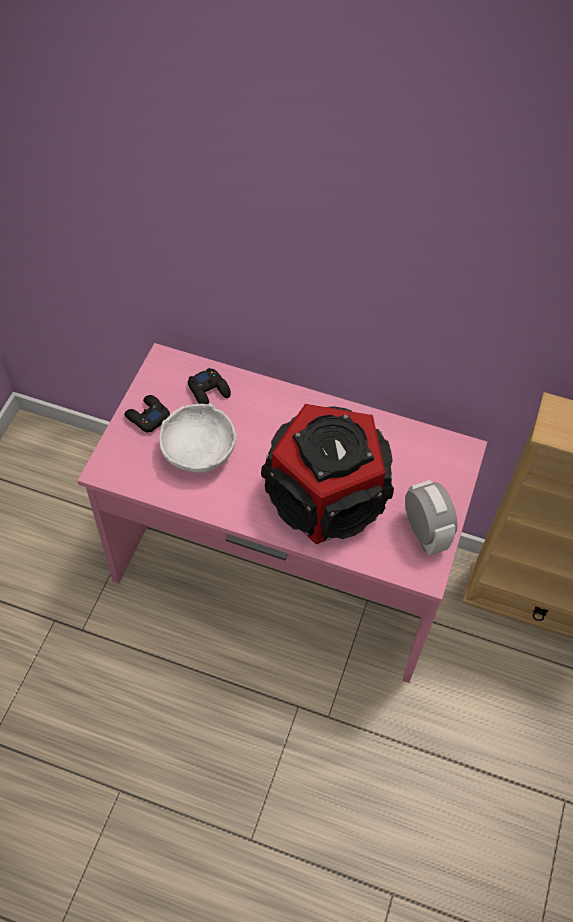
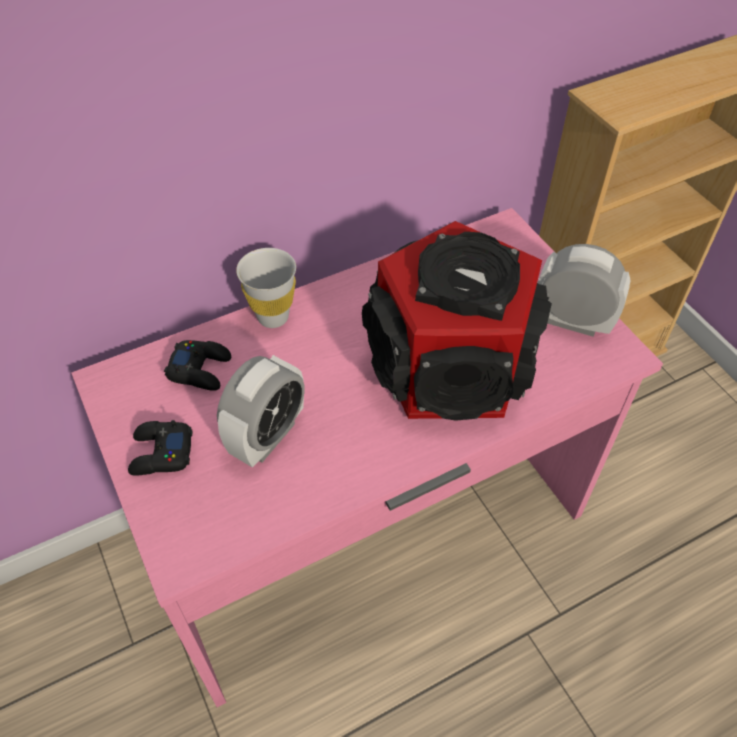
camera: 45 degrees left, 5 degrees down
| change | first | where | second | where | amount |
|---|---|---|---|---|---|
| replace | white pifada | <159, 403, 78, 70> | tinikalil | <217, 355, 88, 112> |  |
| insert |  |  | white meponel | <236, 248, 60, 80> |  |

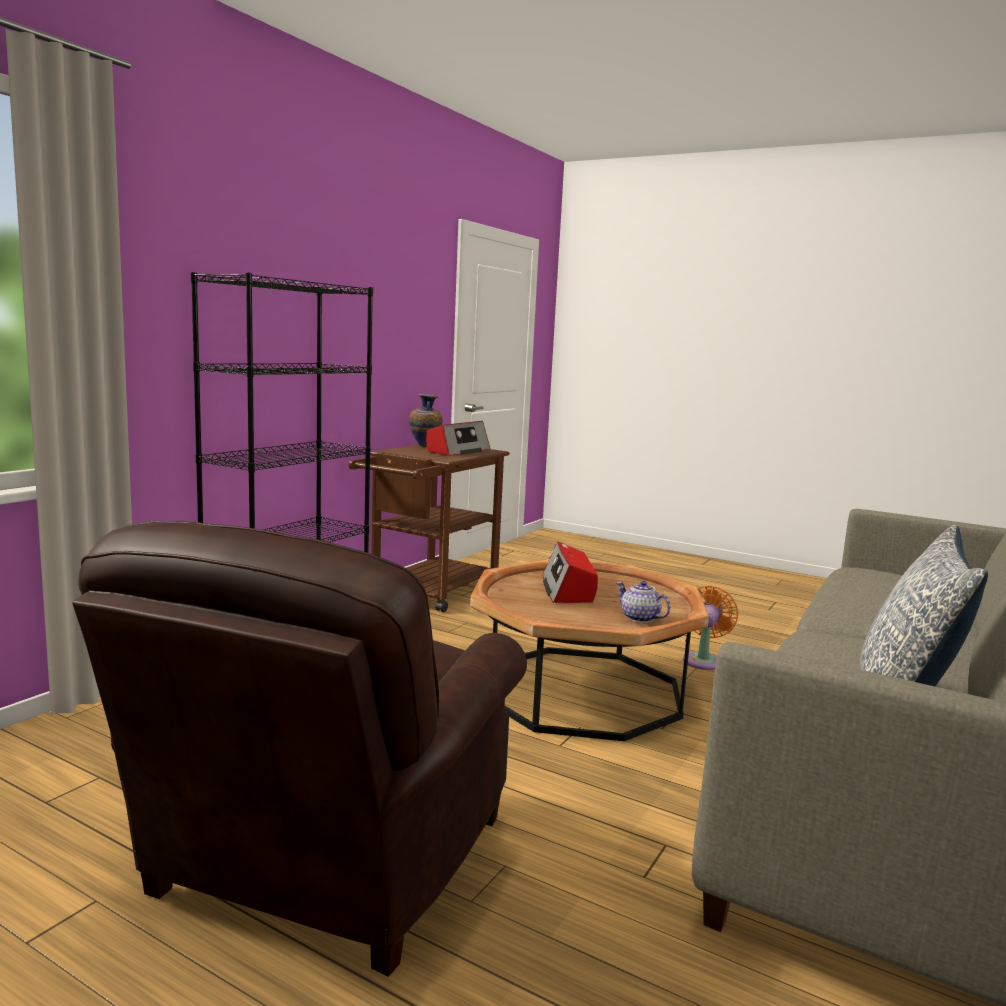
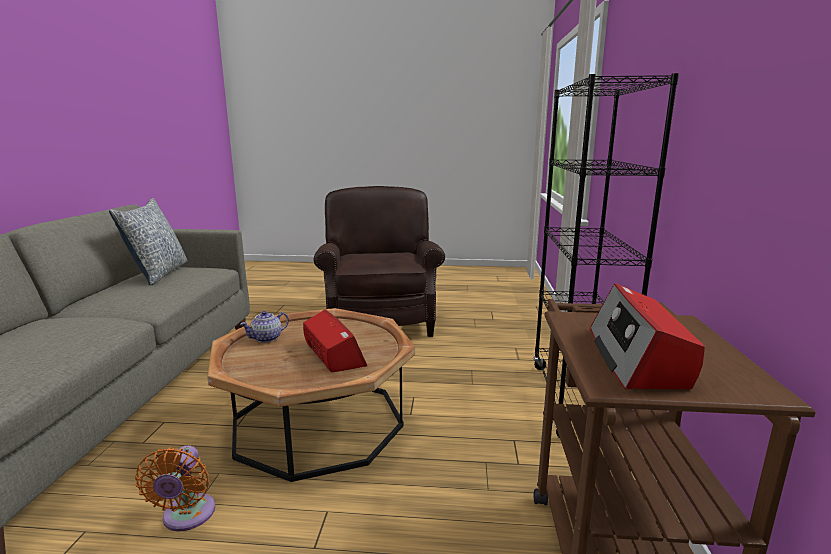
camera: 155 degrees right, 5 degrees up
| change | first | where | second | where | amount |
|---|---|---|---|---|---|
| delete | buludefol | <409, 394, 34, 52> |  |  |  |
| rotate | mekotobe | <616, 581, 55, 42> |  | <240, 311, 49, 32> | 120 degrees clockwise |

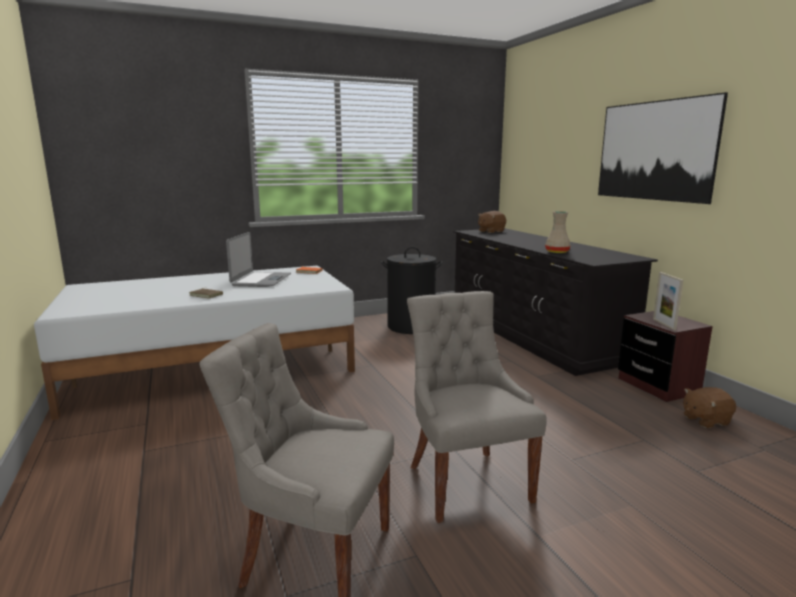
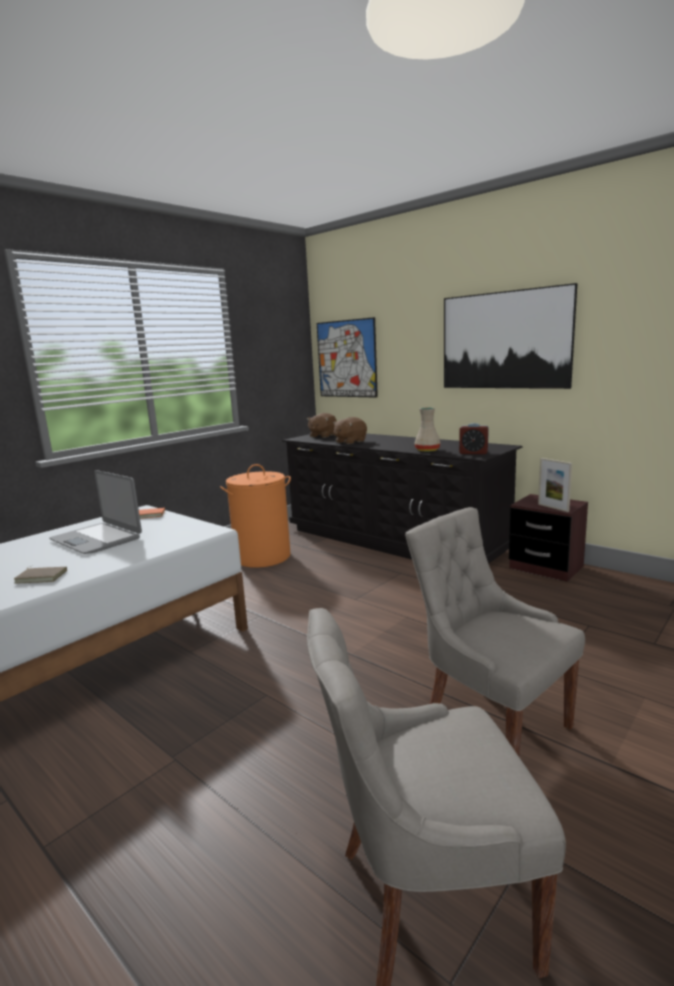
camera: 25 degrees left, 0 degrees up
| change | first | where | second | where | amount |
|---|---|---|---|---|---|
| rotate | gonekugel | <226, 232, 65, 55> |  | <49, 470, 93, 84> | 150 degrees clockwise |
| recolor | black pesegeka | <381, 247, 61, 87> | orange pesegeka | <220, 464, 71, 104> |  |
| move | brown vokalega | <683, 387, 53, 41> |  | <333, 417, 34, 27> |  |
| insert |  |  | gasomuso | <317, 317, 61, 81> |  |
| insert |  |  | tinikalil | <459, 423, 30, 31> |  |

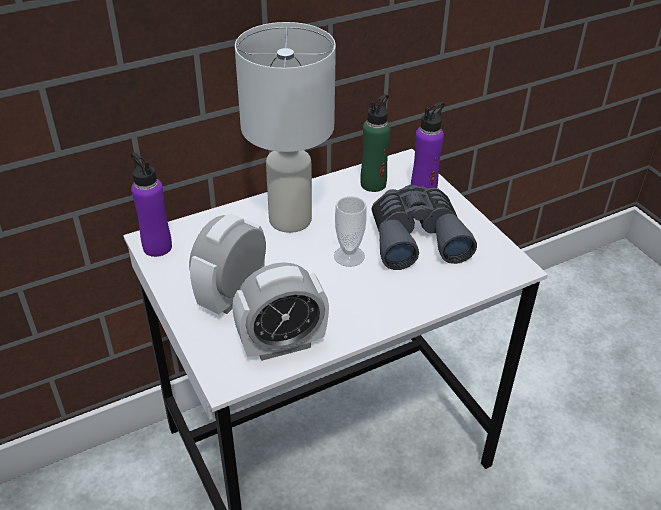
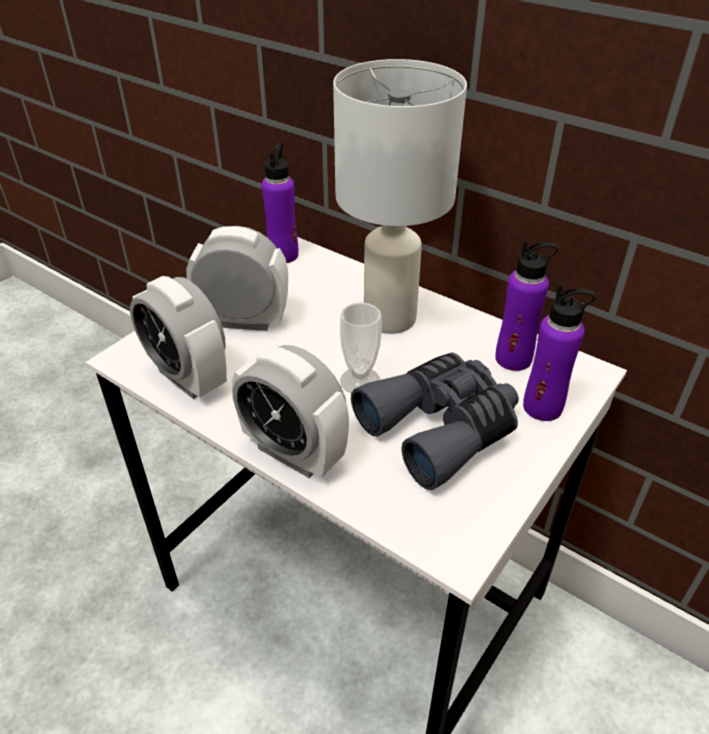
camera: 65 degrees right, 0 degrees up
| change | first | where | second | where | amount |
|---|---|---|---|---|---|
| recolor | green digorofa | <360, 94, 31, 98> | purple digorofa | <495, 240, 63, 131> |  |
| insert |  |  | tinikalil | <232, 345, 117, 133> |  |

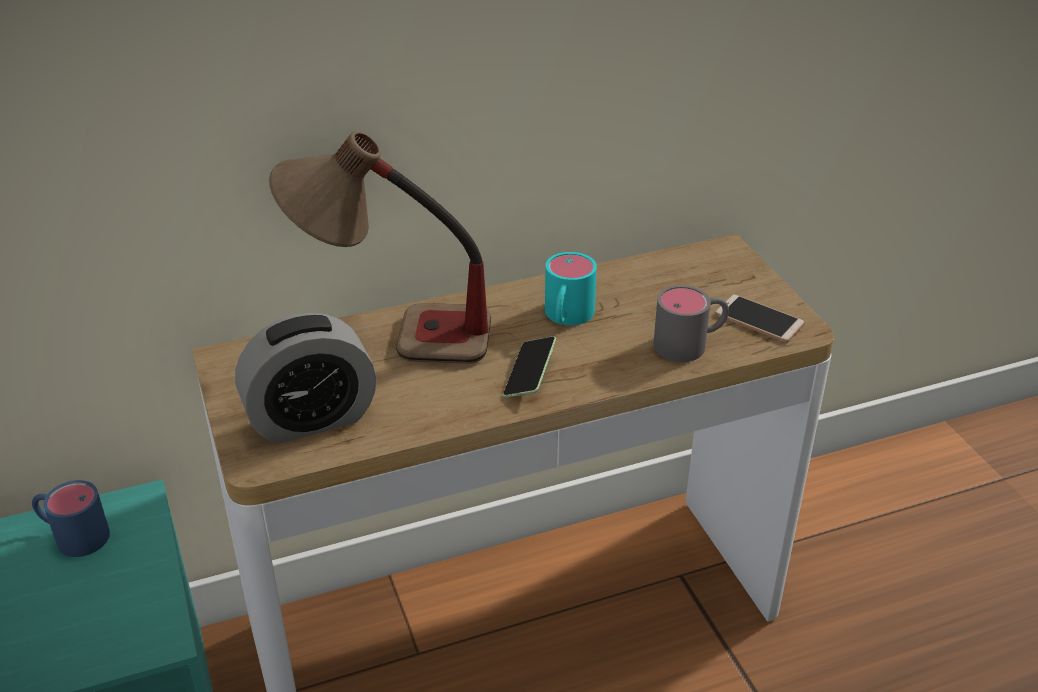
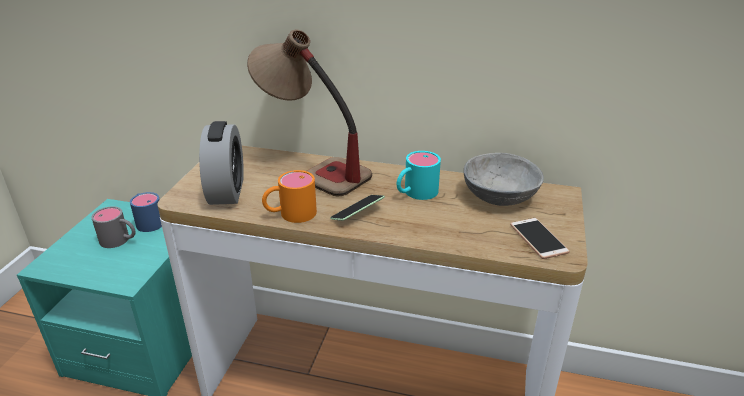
camera: 35 degrees right, 5 degrees down
| change | first | where | second | where | amount |
|---|---|---|---|---|---|
| rotate | tinikalil | <235, 313, 141, 131> |  | <199, 121, 45, 84> | 105 degrees counterclockwise |
| move | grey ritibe | <653, 285, 76, 77> |  | <91, 206, 45, 42> |  |
| insert |  |  | orange ritibe | <262, 170, 55, 53> |  |
| insert |  |  | grey pifada | <464, 153, 80, 53> |  |

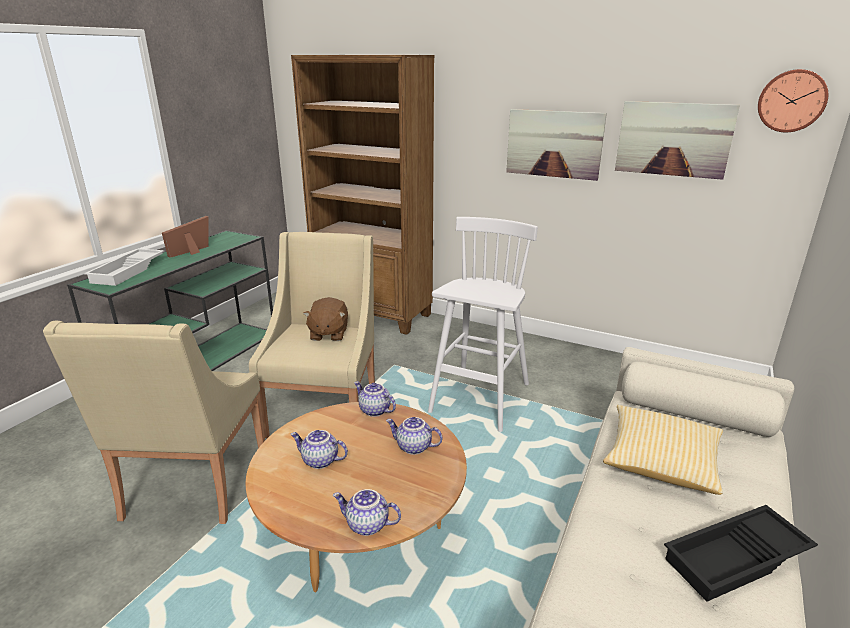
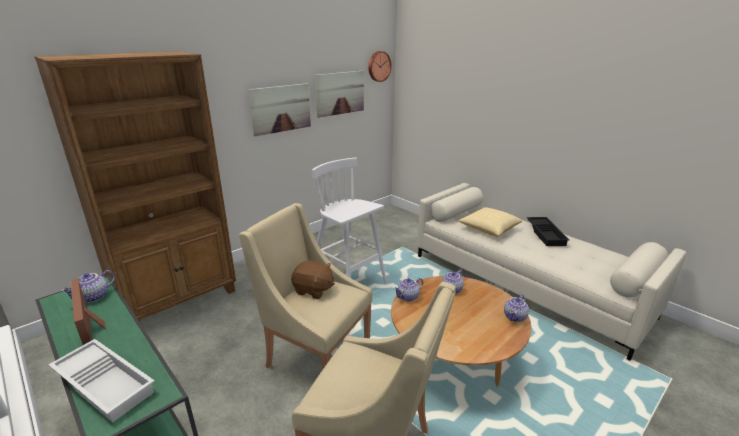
camera: 70 degrees left, 0 degrees up
| change | first | where | second | where | amount |
|---|---|---|---|---|---|
| move | mekotobe | <291, 430, 57, 39> |  | <61, 270, 54, 32> |  |

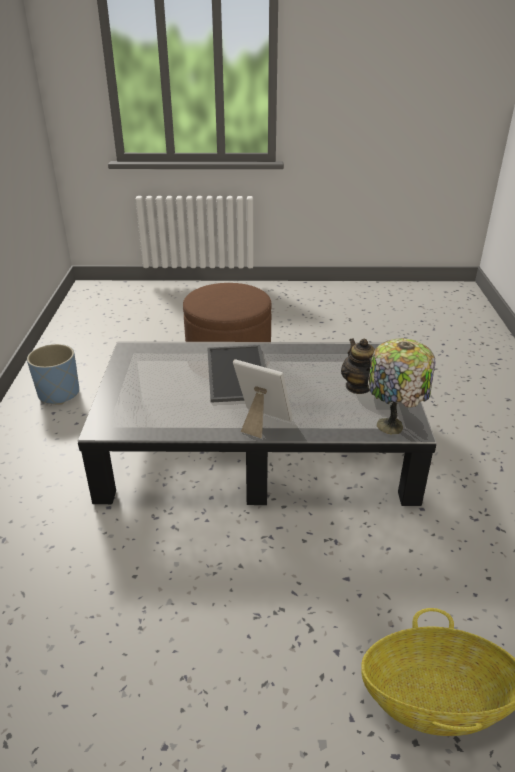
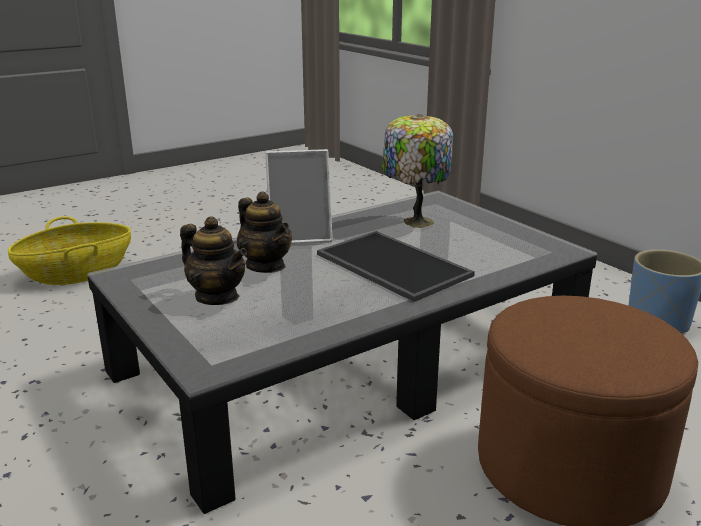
camera: 145 degrees right, 10 degrees down
| change | first | where | second | where | amount |
|---|---|---|---|---|---|
| move | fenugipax | <368, 338, 67, 96> |  | <382, 114, 71, 114> |  |
| insert |  |  | mekotobe | <237, 192, 55, 81> |  |

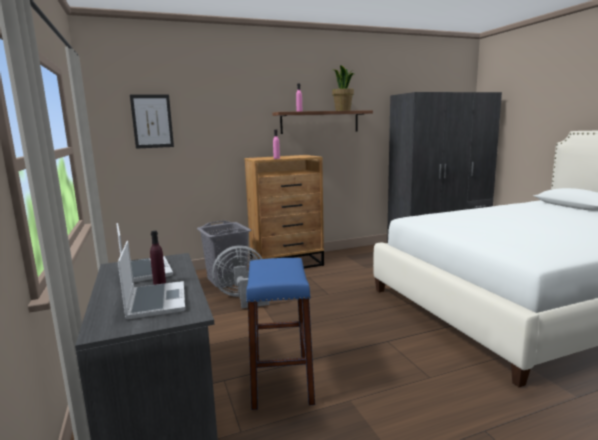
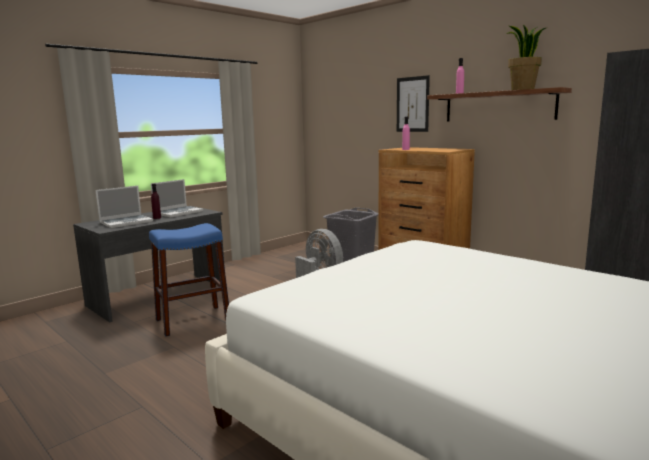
camera: 65 degrees right, 0 degrees up
| change | first | where | second | where | amount |
|---|---|---|---|---|---|
| move | gasomuso | <130, 95, 44, 54> |  | <397, 75, 33, 57> |  |

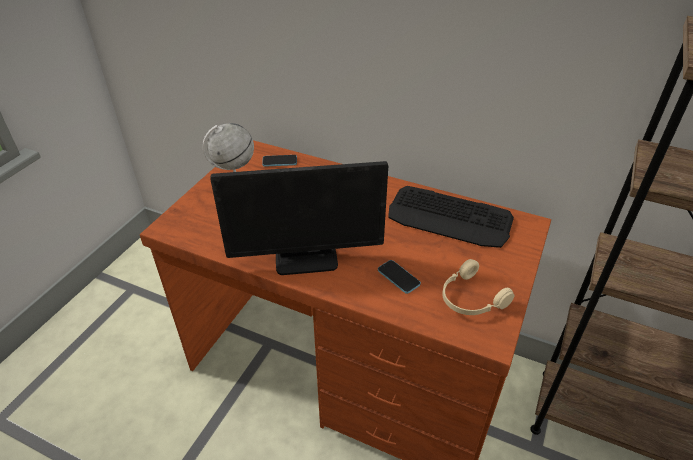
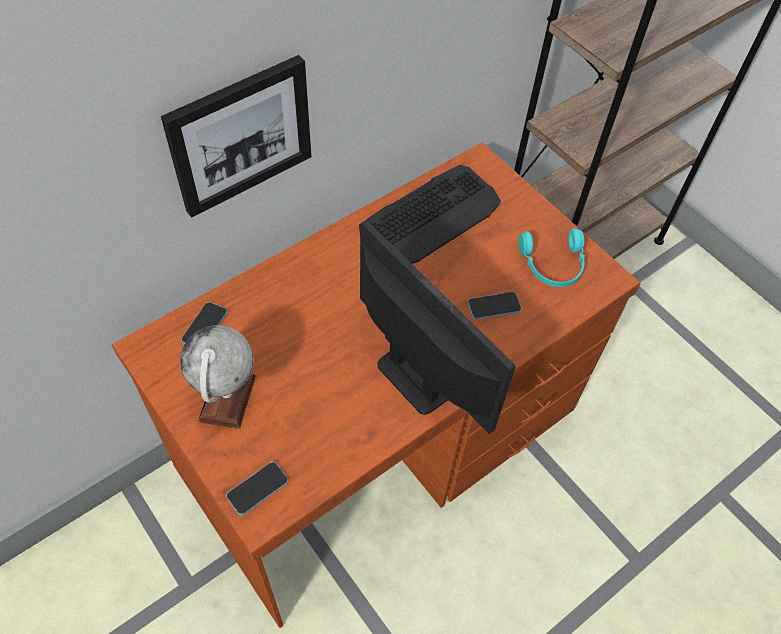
camera: 65 degrees left, 15 degrees up
| change | first | where | second | where | amount |
|---|---|---|---|---|---|
| rotate | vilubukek | <210, 161, 178, 114> |  | <360, 220, 155, 214> | 60 degrees counterclockwise |
| recolor | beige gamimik | <442, 259, 72, 56> | turquoise gamimik | <518, 228, 67, 59> |  |
| insert |  |  | gasomuso | <161, 55, 150, 163> |  |
| insert |  |  | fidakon | <226, 462, 62, 53> |  |

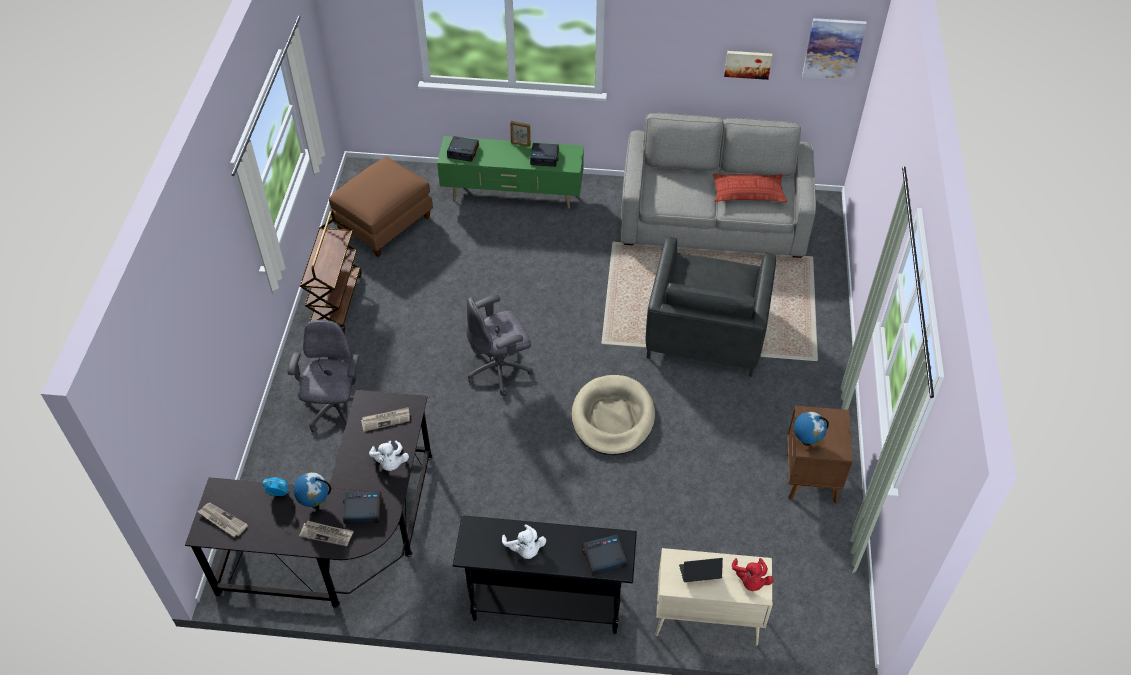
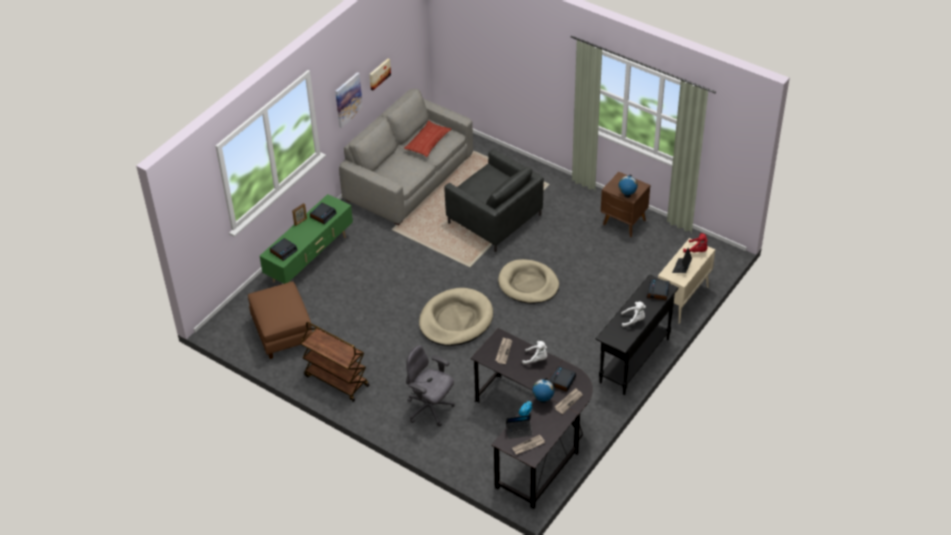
camera: 60 degrees left, 5 degrees down
| change | first | where | second | where | amount |
|---|---|---|---|---|---|
| replace | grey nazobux | <467, 295, 66, 101> | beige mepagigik | <419, 288, 74, 58> |  |
| move | gasomuso | <802, 18, 65, 63> |  | <335, 72, 28, 56> |  |
| insert |  |  | gonekugel | <506, 415, 26, 24> |  |

